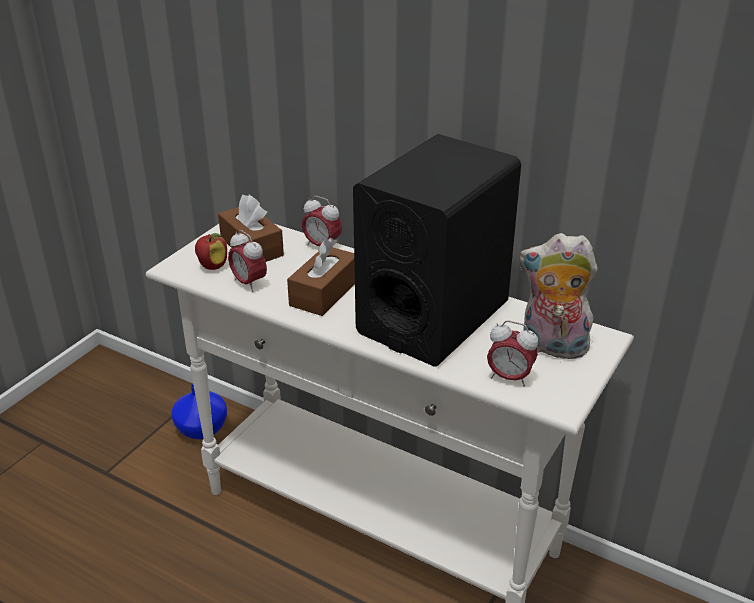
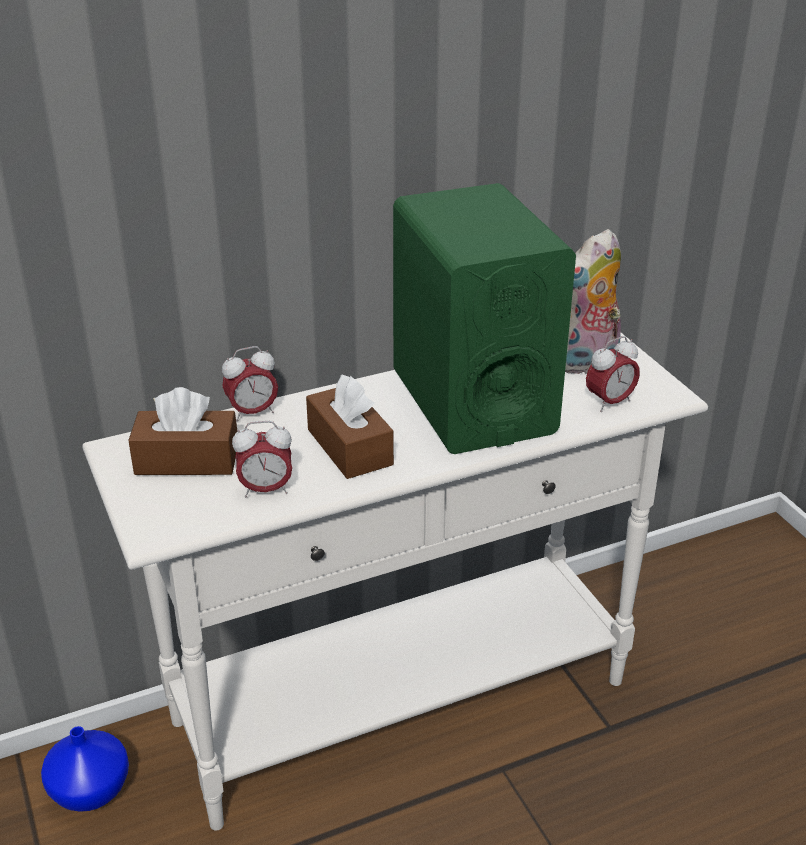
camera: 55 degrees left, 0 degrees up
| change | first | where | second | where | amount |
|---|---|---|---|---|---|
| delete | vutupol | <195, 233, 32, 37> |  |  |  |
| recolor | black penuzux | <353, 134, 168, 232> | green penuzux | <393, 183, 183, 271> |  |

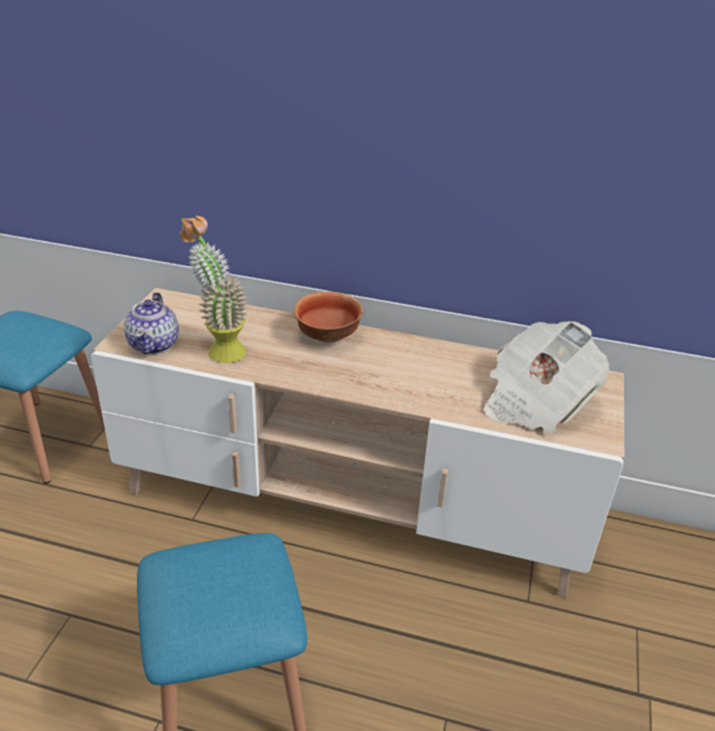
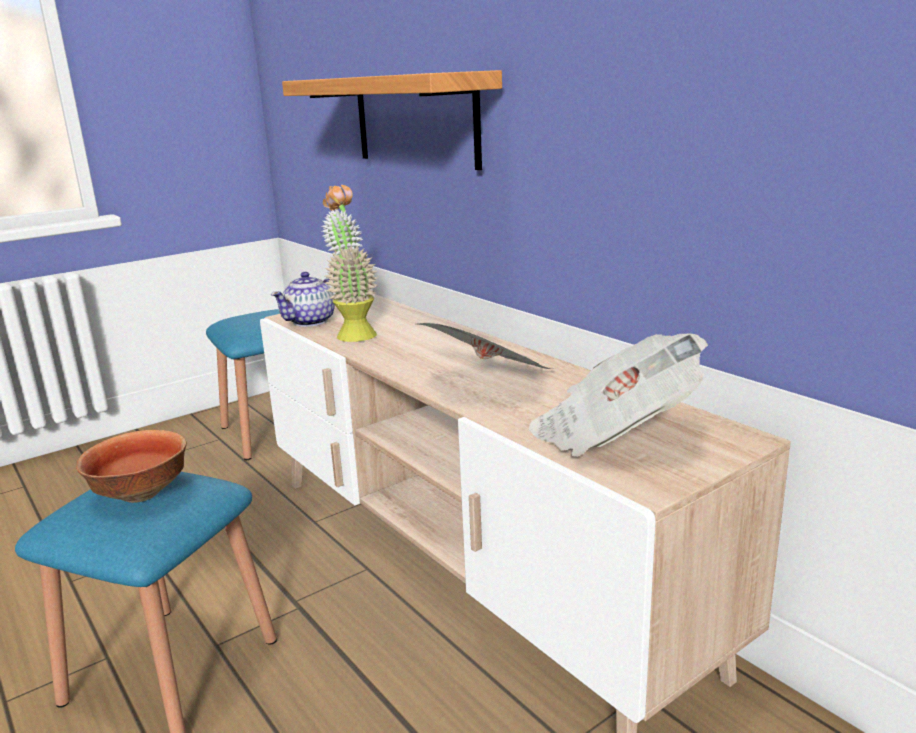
camera: 40 degrees right, 15 degrees down
| change | first | where | second | where | amount |
|---|---|---|---|---|---|
| move | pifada | <294, 291, 69, 52> |  | <76, 430, 111, 73> |  |
| insert |  |  | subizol | <282, 70, 220, 100> |  |
| insert |  |  | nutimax | <418, 323, 137, 46> |  |

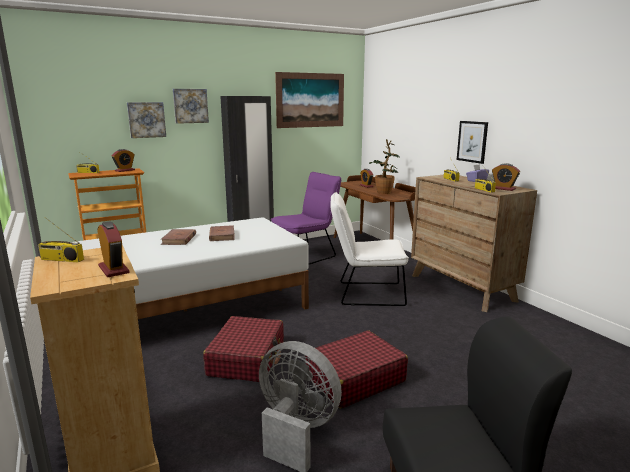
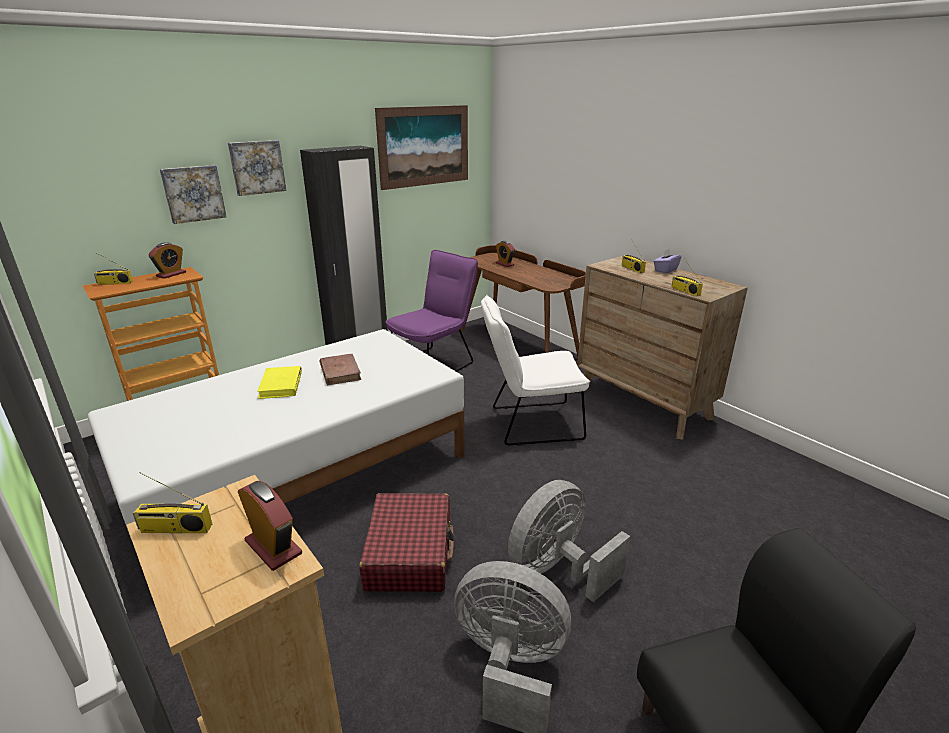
camera: 10 degrees left, 10 degrees up
| change | first | where | second | where | amount |
|---|---|---|---|---|---|
| recolor | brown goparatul | <161, 229, 35, 16> | yellow goparatul | <257, 366, 45, 33> |  |
| replace | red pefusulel | <305, 330, 103, 78> | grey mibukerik | <508, 480, 122, 122> |  |
| delete | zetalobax | <369, 139, 31, 55> |  |  |  |
| delete | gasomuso | <457, 121, 31, 43> |  |  |  |
| delete | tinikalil | <492, 163, 28, 28> |  |  |  |

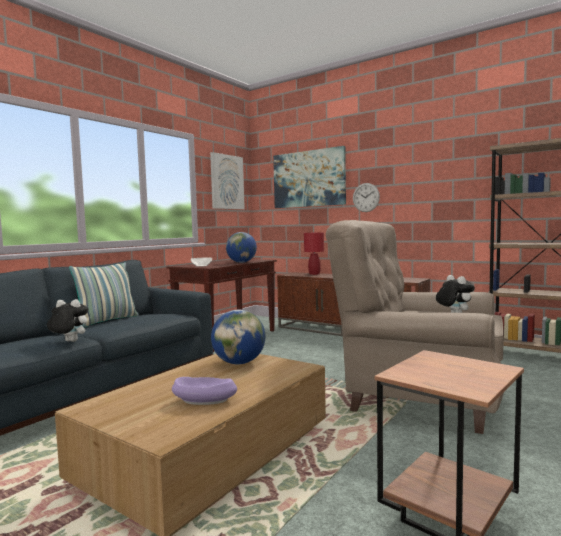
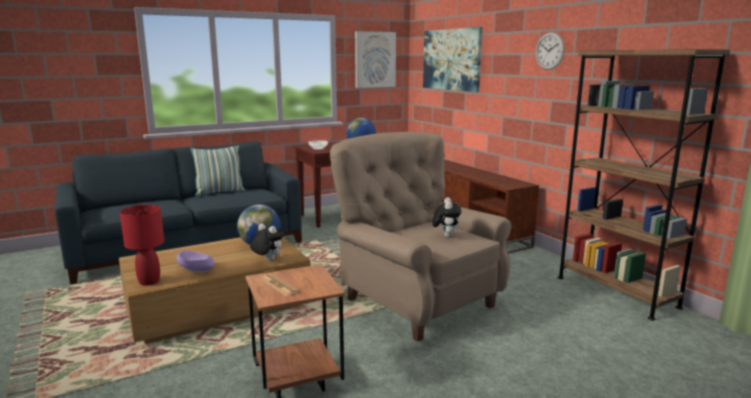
camera: 25 degrees right, 10 degrees up
| change | first | where | second | where | amount |
|---|---|---|---|---|---|
| move | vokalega | <47, 299, 42, 43> |  | <250, 224, 34, 37> |  |
| move | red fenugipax | <304, 232, 20, 43> |  | <120, 205, 44, 81> |  |
| move | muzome | <353, 183, 27, 29> |  | <536, 32, 28, 38> |  |
| insert |  |  | nutimax | <260, 274, 39, 22> |  |

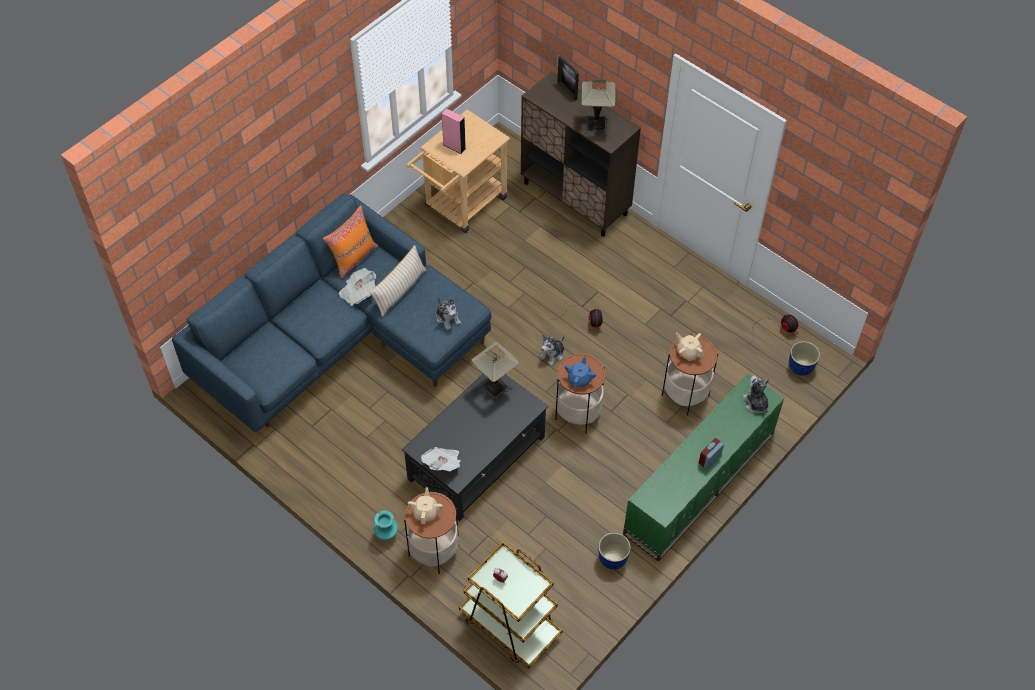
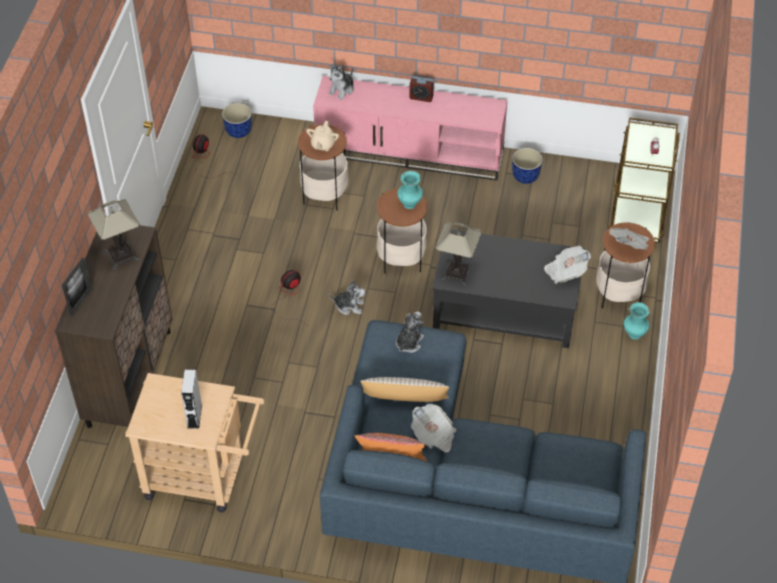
camera: 120 degrees left, 5 degrees down
| change | first | where | second | where | amount |
|---|---|---|---|---|---|
| replace | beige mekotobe | <408, 487, 35, 37> | nutimax | <609, 228, 40, 22> |  |
| recolor | pink penuzux | <442, 108, 24, 46> | grey penuzux | <181, 369, 21, 60> |  |
| replace | blue mekotobe | <564, 356, 32, 32> | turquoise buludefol | <397, 170, 26, 39> |  |
| recolor | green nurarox | <623, 374, 161, 188> | pink nurarox | <313, 76, 195, 104> |  |

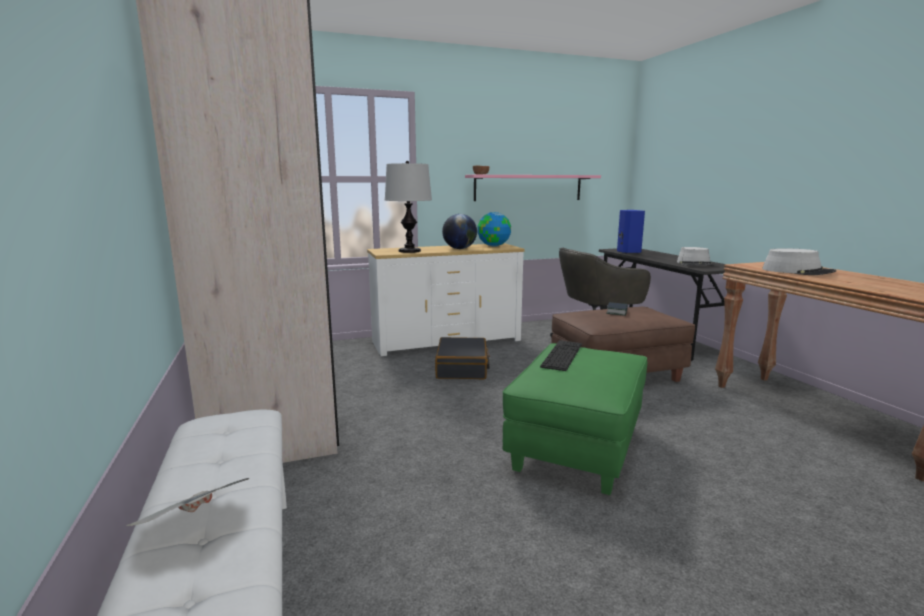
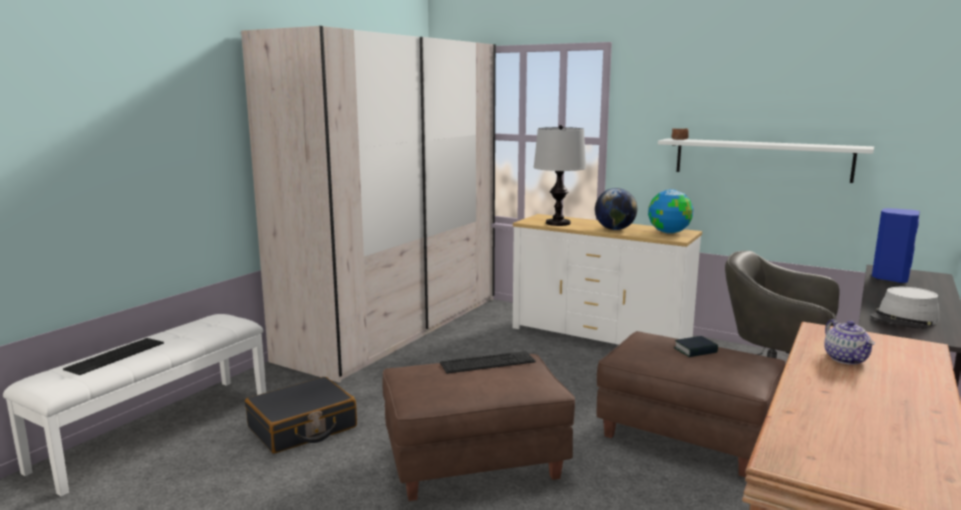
camera: 50 degrees right, 0 degrees up
| change | first | where | second | where | amount |
|---|---|---|---|---|---|
| replace | nutimax | <126, 478, 123, 48> | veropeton | <63, 338, 101, 37> |  |
| move | black pefusulel | <435, 337, 55, 42> |  | <245, 377, 112, 76> |  |
| recolor | pink subizol | <465, 175, 136, 26> | white subizol | <658, 139, 216, 44> |  |
| recolor | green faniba | <502, 343, 145, 152> | brown faniba | <383, 354, 192, 147> |  |
| replace | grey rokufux | <762, 248, 74, 27> | mekotobe | <824, 319, 51, 46> |  |

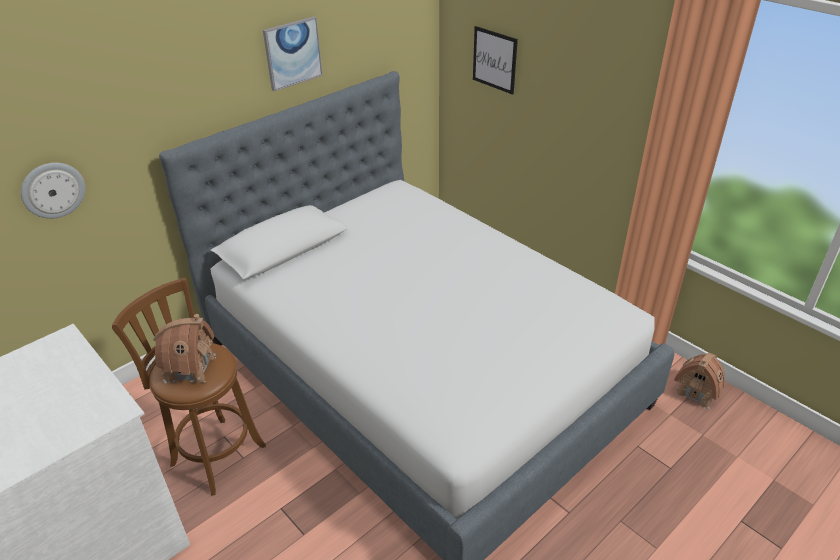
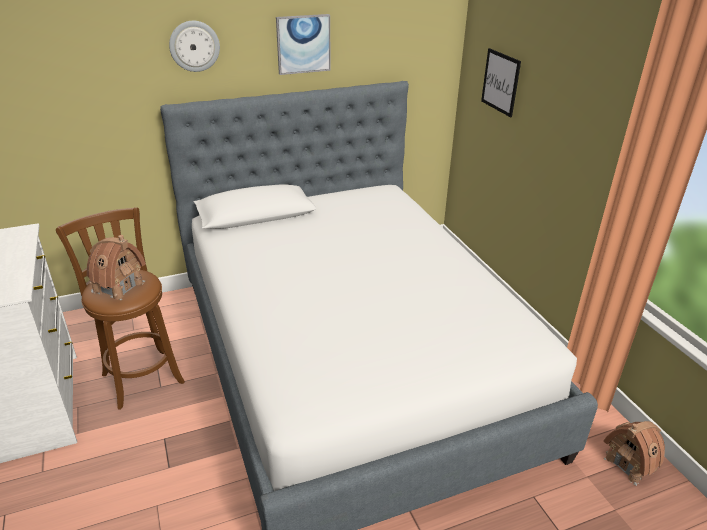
camera: 20 degrees right, 5 degrees down
| change | first | where | second | where | amount |
|---|---|---|---|---|---|
| move | muzome | <21, 163, 64, 56> |  | <169, 21, 51, 51> |  |

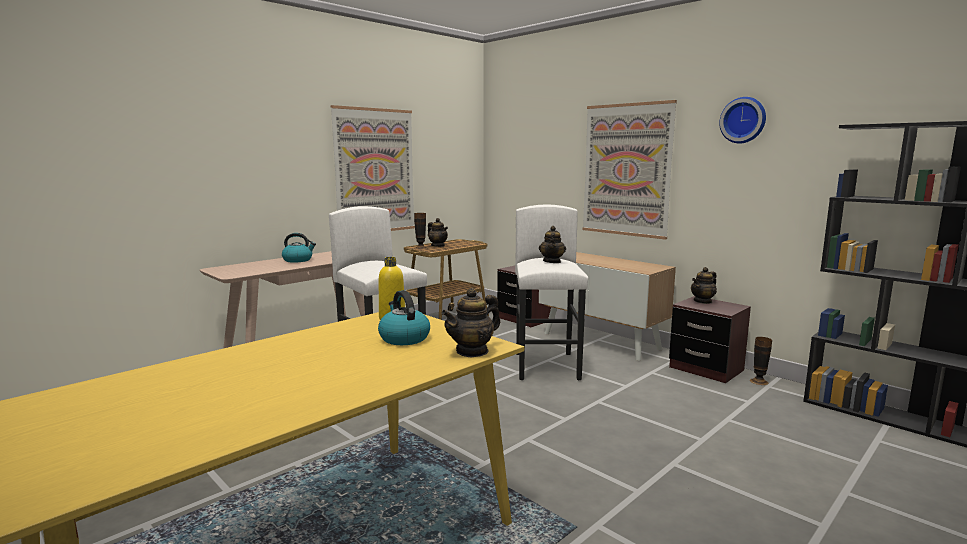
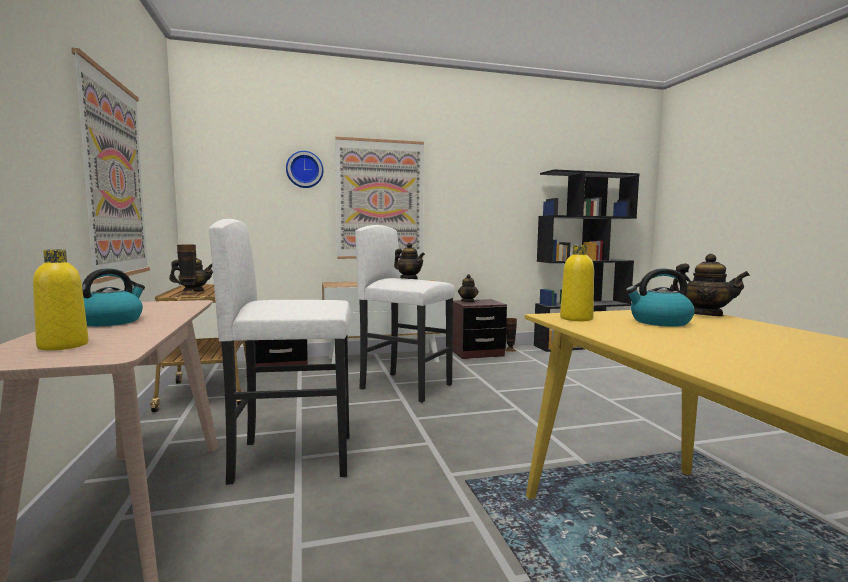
camera: 60 degrees left, 5 degrees down
| change | first | where | second | where | amount |
|---|---|---|---|---|---|
| rotate | mekotobe | <441, 288, 59, 70> |  | <670, 254, 80, 62> | 45 degrees counterclockwise |
| move | muzome | <719, 97, 47, 47> |  | <286, 151, 38, 37> |  |
| insert |  |  | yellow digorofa | <33, 249, 56, 102> |  |

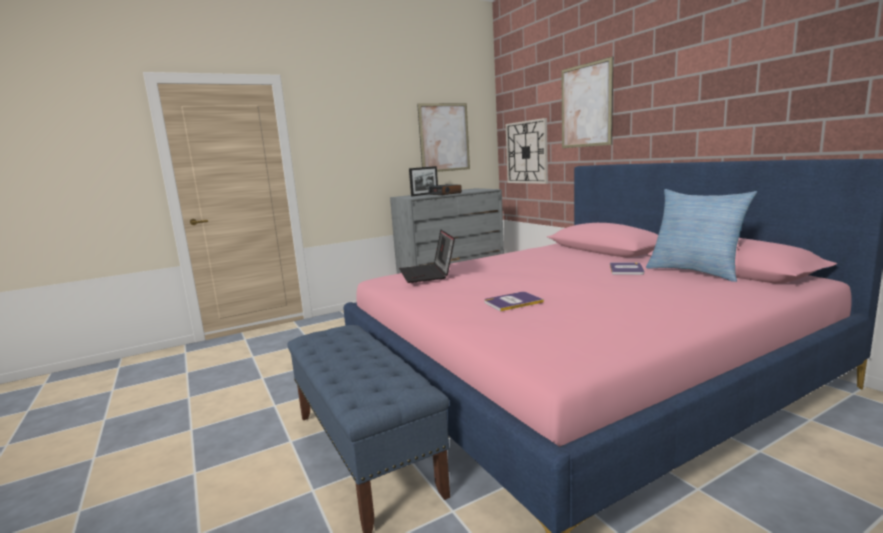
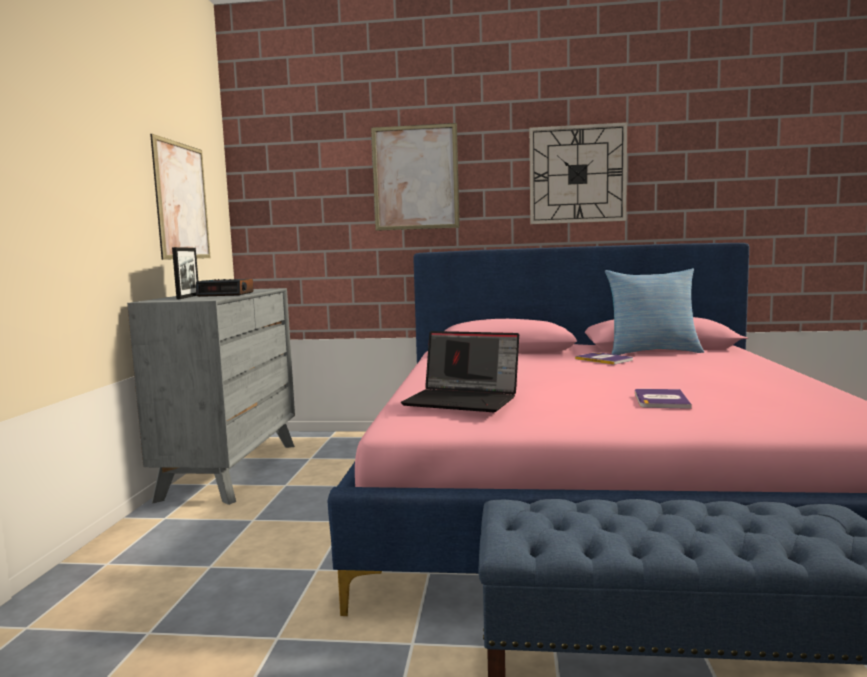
camera: 55 degrees left, 5 degrees down
| change | first | where | second | where | amount |
|---|---|---|---|---|---|
| move | muzome | <506, 118, 42, 66> |  | <529, 122, 98, 102> |  |

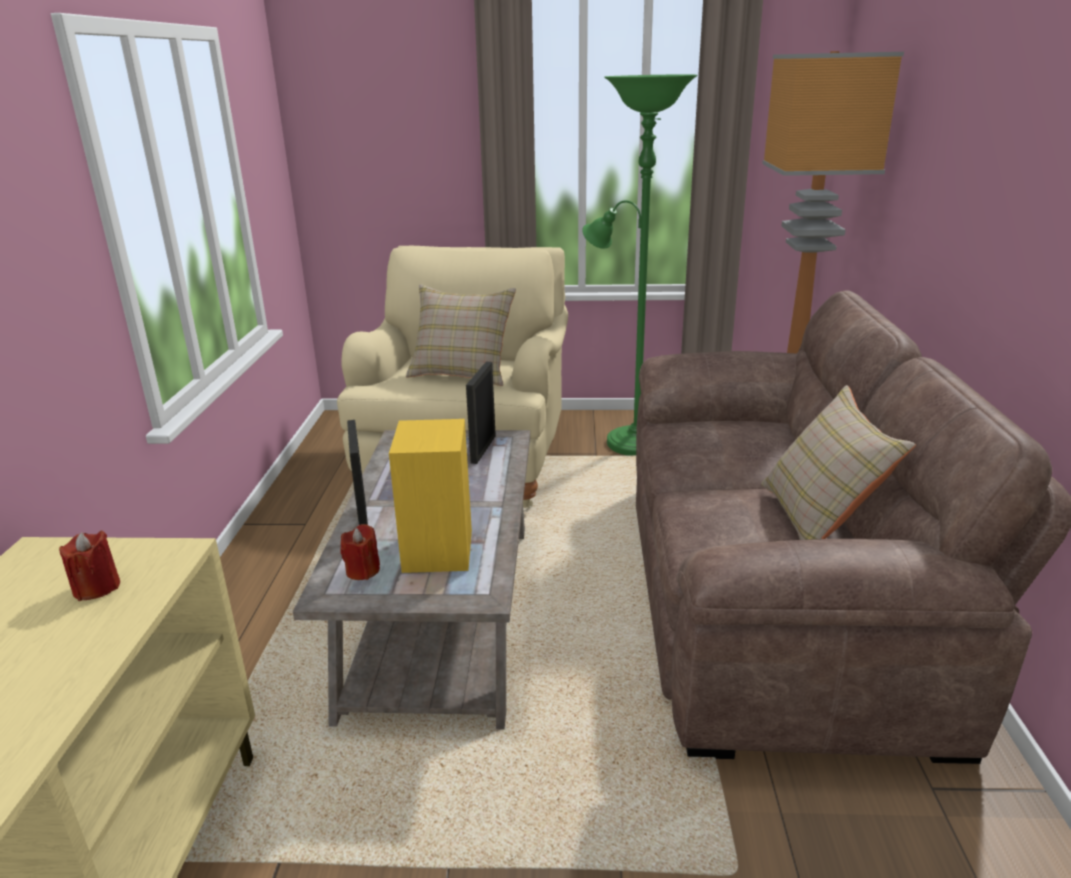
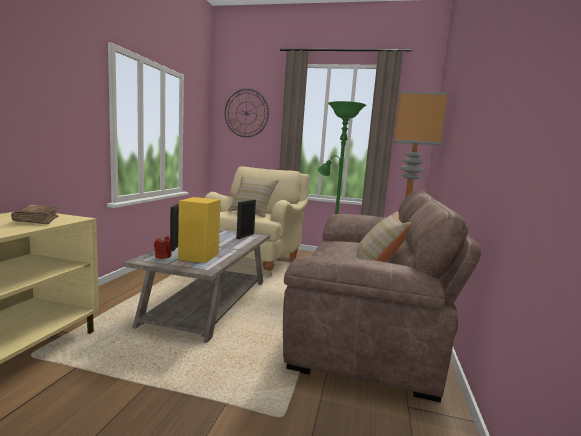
camera: 10 degrees right, 15 degrees down
| change | first | where | second | where | amount |
|---|---|---|---|---|---|
| replace | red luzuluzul | <59, 531, 61, 70> | brown goparatul | <11, 205, 48, 19> |  |
| insert |  |  | muzome | <225, 89, 44, 48> |  |

